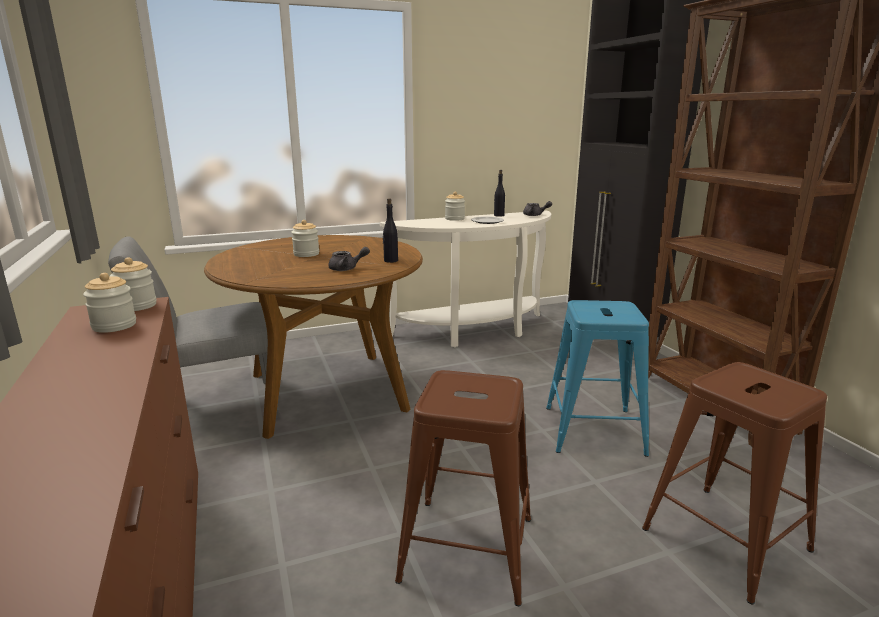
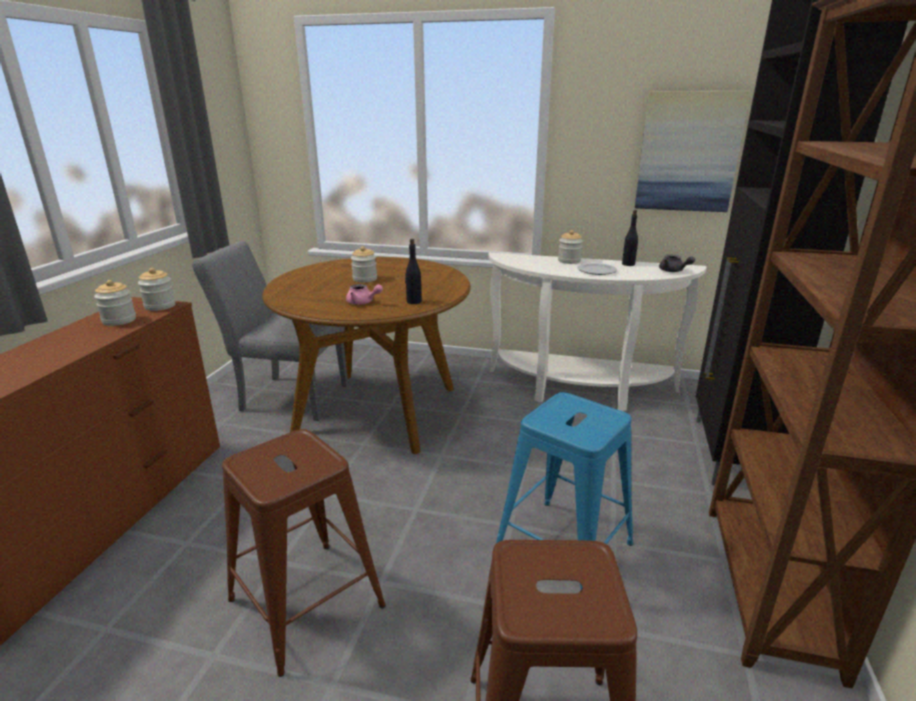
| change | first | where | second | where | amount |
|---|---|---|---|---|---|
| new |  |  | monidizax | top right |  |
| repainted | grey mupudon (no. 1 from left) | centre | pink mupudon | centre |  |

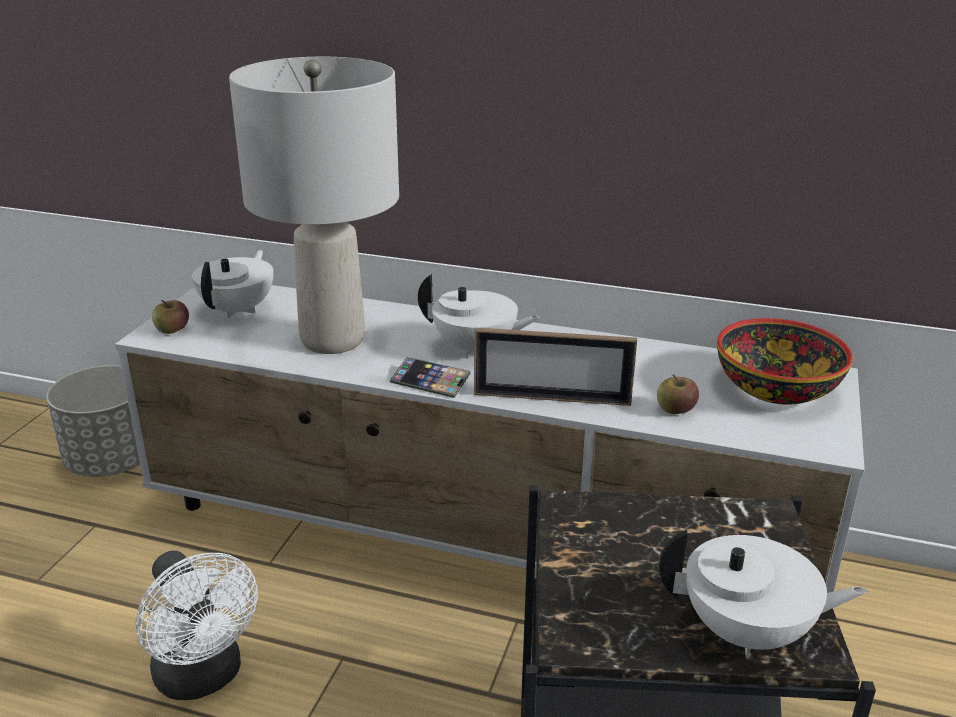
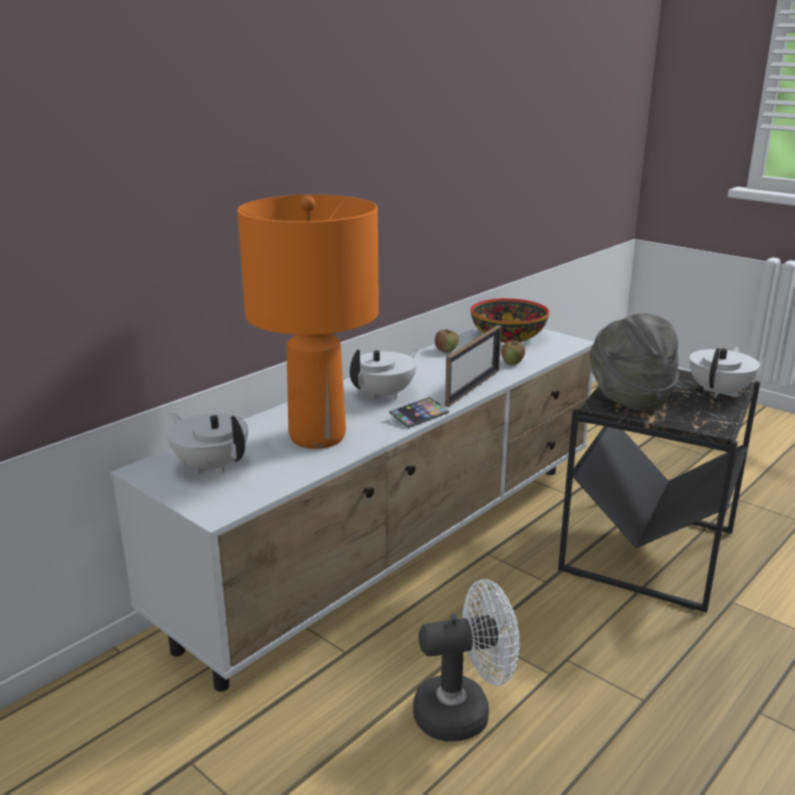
| change | first | where | second | where | amount |
|---|---|---|---|---|---|
| gone | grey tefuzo | middle left |  |  |  |
| new |  |  | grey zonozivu | middle right |  |
| shifted | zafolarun (no. 1 from left) | middle left |  | centre |  |
| repainted | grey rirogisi | top left | orange rirogisi | centre |  |

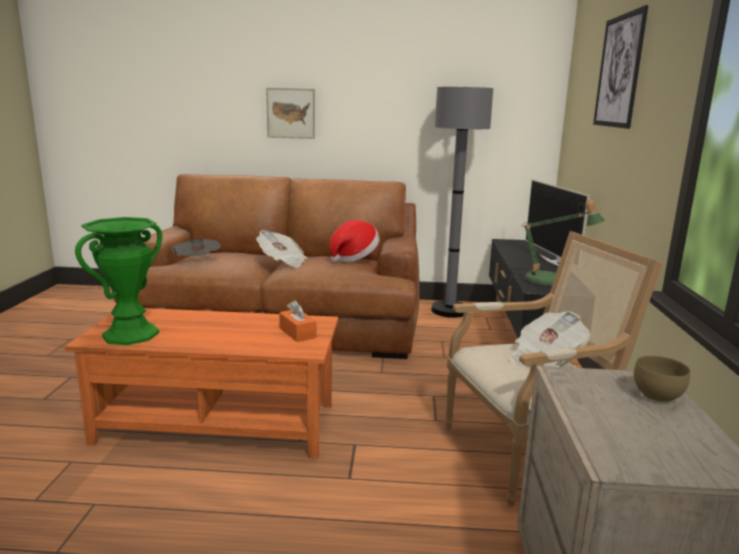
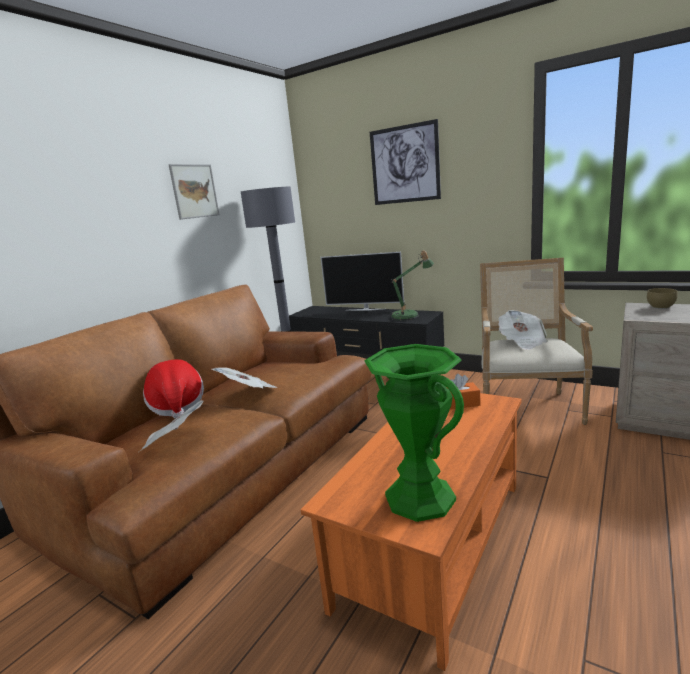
| change | first | where | second | where | amount |
|---|---|---|---|---|---|
| shifted | monidizax (no. 1 from left) | top centre |  | top left |  |
| shifted | zonozivu | centre |  | middle left |  |

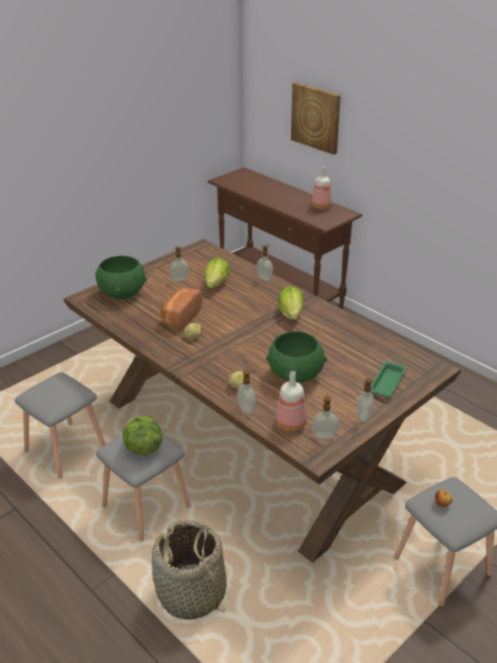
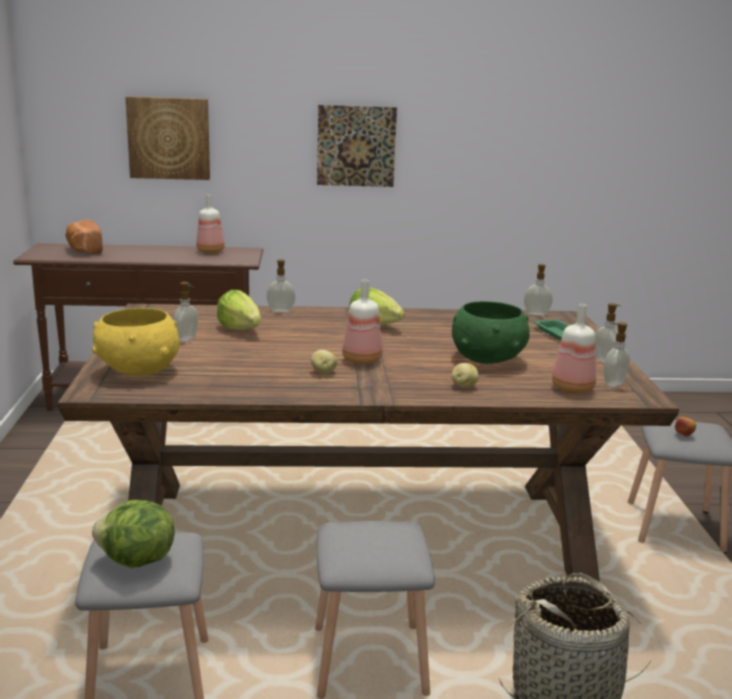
| change | first | where | second | where | amount |
|---|---|---|---|---|---|
| new |  |  | monidizax (no. 2 from left) | top centre |  |
| new |  |  | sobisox (no. 2 from left) | centre |  |
| shifted | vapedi (no. 1 from left) | middle left |  | bottom left |  |
| shifted | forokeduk | centre |  | middle left |  |
| shifted | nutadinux (no. 2 from left in the first image) | centre | nutadinux (no. 3 from left) | middle right |  |
| repainted | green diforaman (no. 1 from left) | middle left | yellow diforaman | middle left |  |

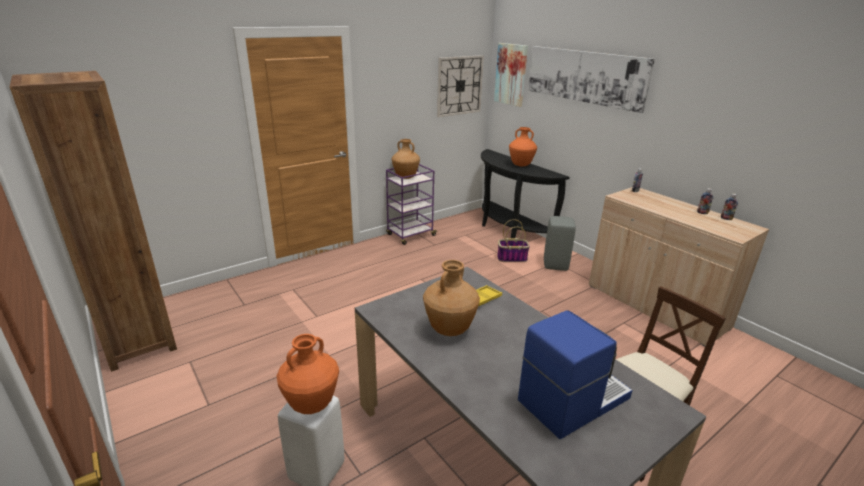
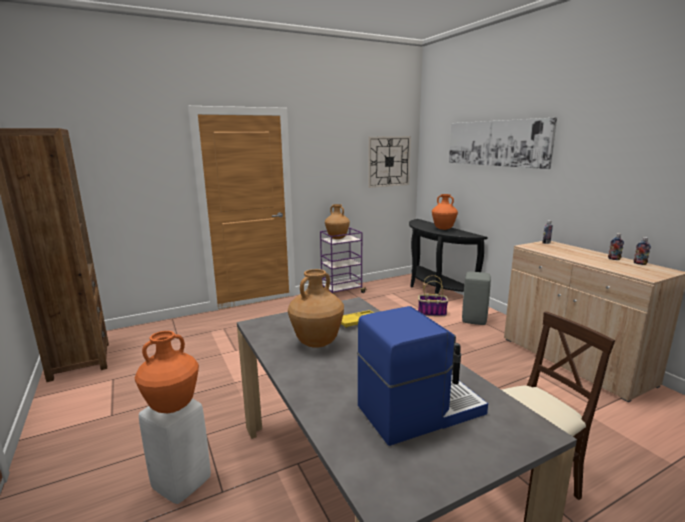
| change | first | where | second | where | amount |
|---|---|---|---|---|---|
| gone | monidizax (no. 1 from left) | top centre |  |  |  |

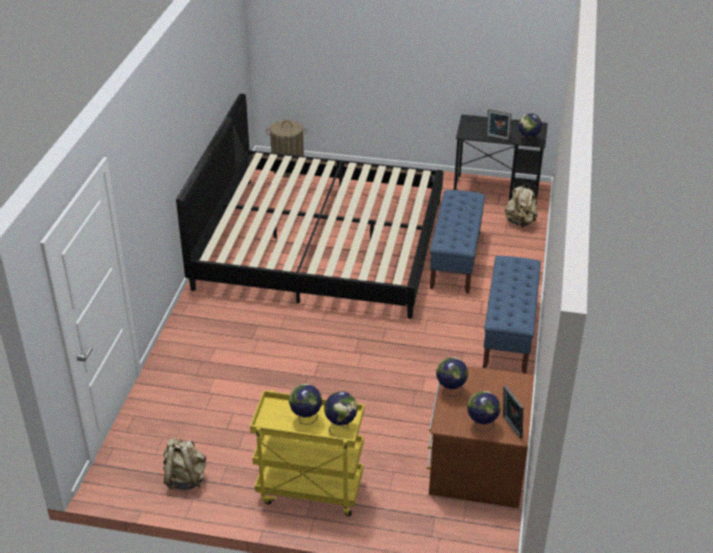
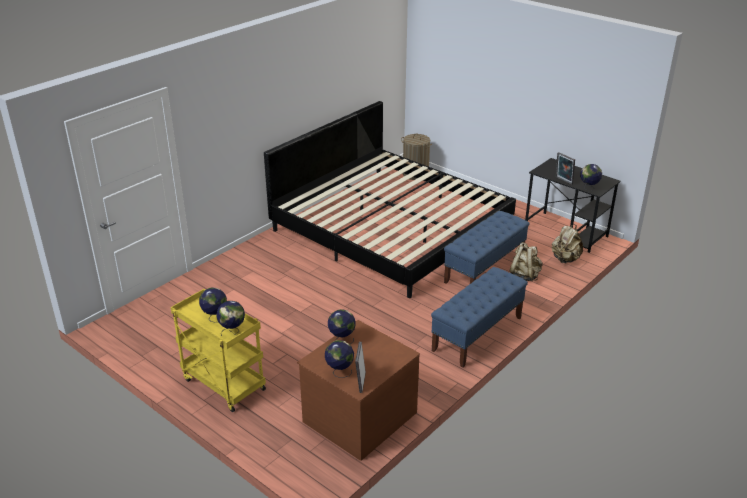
| change | first | where | second | where | amount |
|---|---|---|---|---|---|
| shifted | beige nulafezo (no. 1 from left) | bottom left |  | middle right |  |

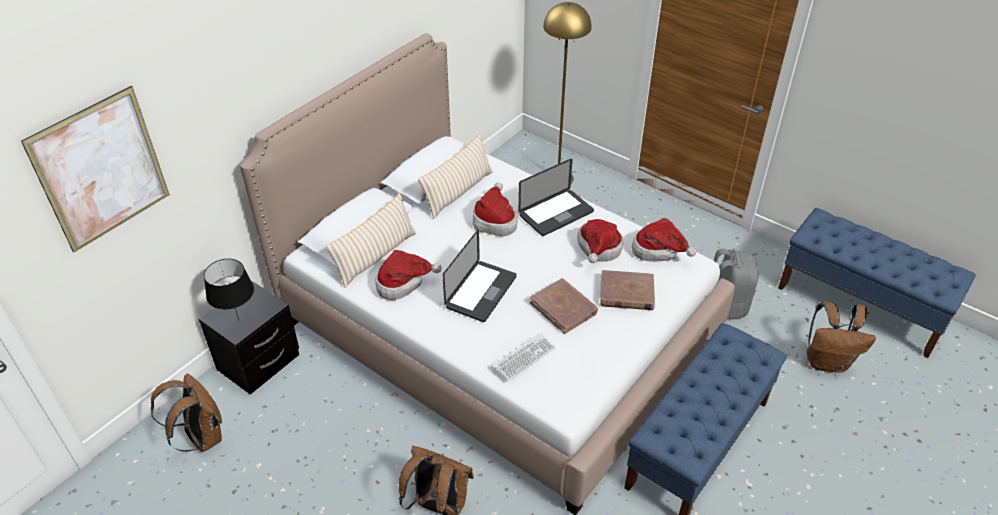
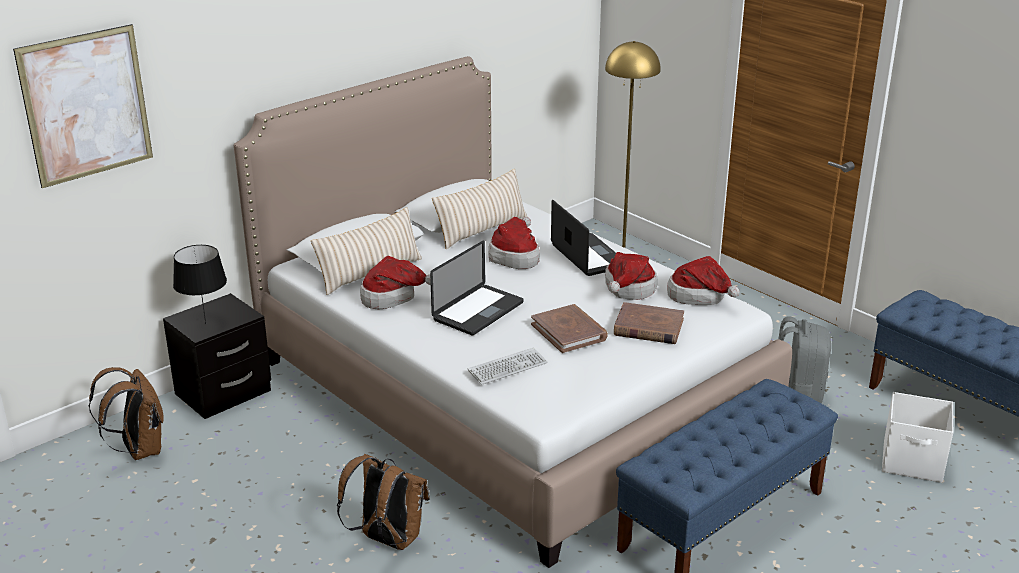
| change | first | where | second | where | amount |
|---|---|---|---|---|---|
| swapped | brown nulafezo (no. 3 from left) | middle right | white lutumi | bottom right |  |
| rotated | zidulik (no. 2 from left) | centre |  | centre | 90 degrees counterclockwise |

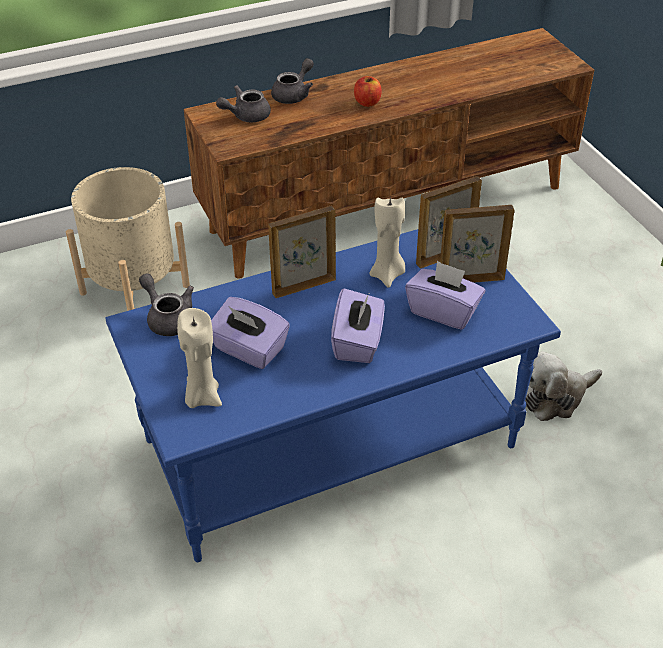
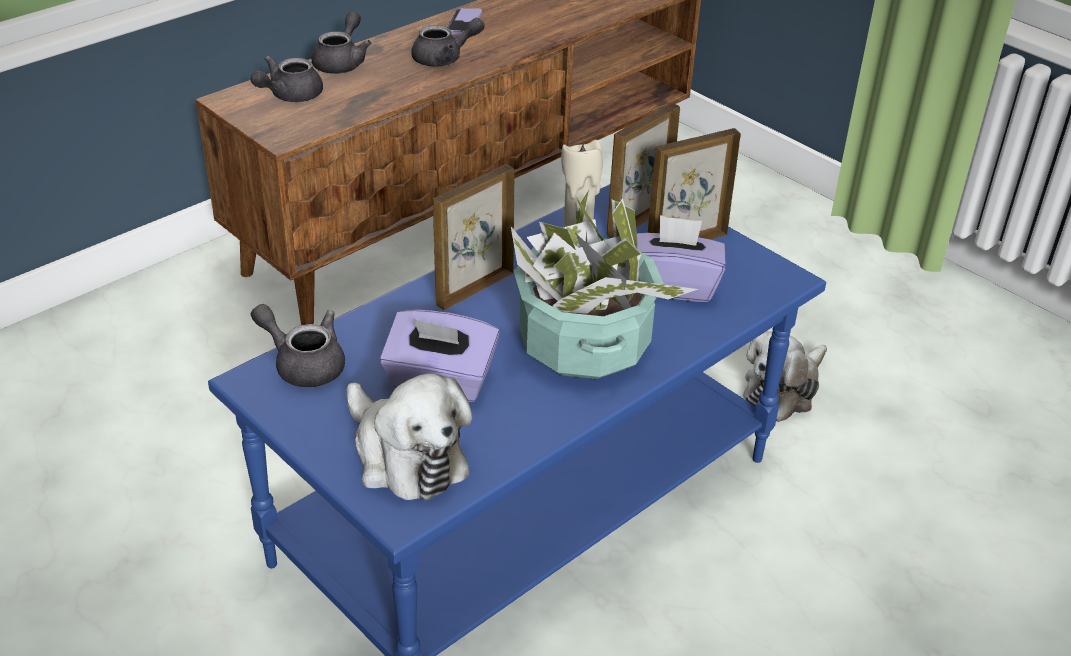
| change | first | where | second | where | amount |
|---|---|---|---|---|---|
| gone | beige tefuzo | middle left |  |  |  |
| new |  |  | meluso | top centre |  |
| swapped | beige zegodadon (no. 1 from left) | middle left | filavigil (no. 1 from left) | centre |  |
| swapped | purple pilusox (no. 2 from left) | centre | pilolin | centre |  |
| swapped | zafolarun | top centre | grey mupudon (no. 4 from left) | top centre |  |

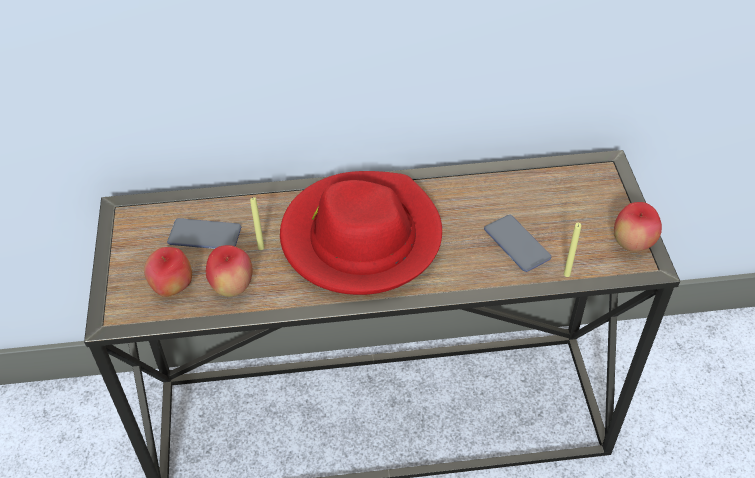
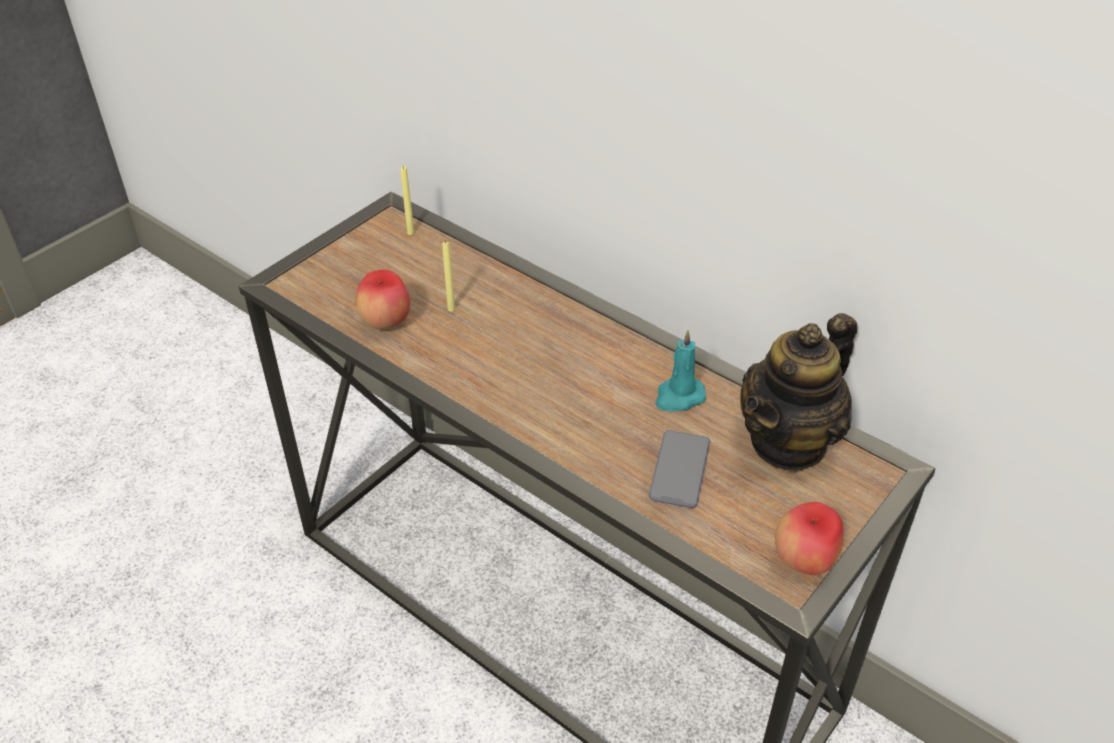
| change | first | where | second | where | amount |
|---|---|---|---|---|---|
| gone | zafolarun (no. 1 from left) | middle left |  |  |  |
| gone | meluso (no. 1 from left) | middle left |  |  |  |
| gone | red zonozivu | centre |  |  |  |
| new |  |  | turquoise zegodadon | centre |  |
| new |  |  | mupudon | middle right |  |
| shifted | yellow zegodadon (no. 2 from left in the first image) | middle right | yellow zegodadon (no. 1 from left) | top centre |  |

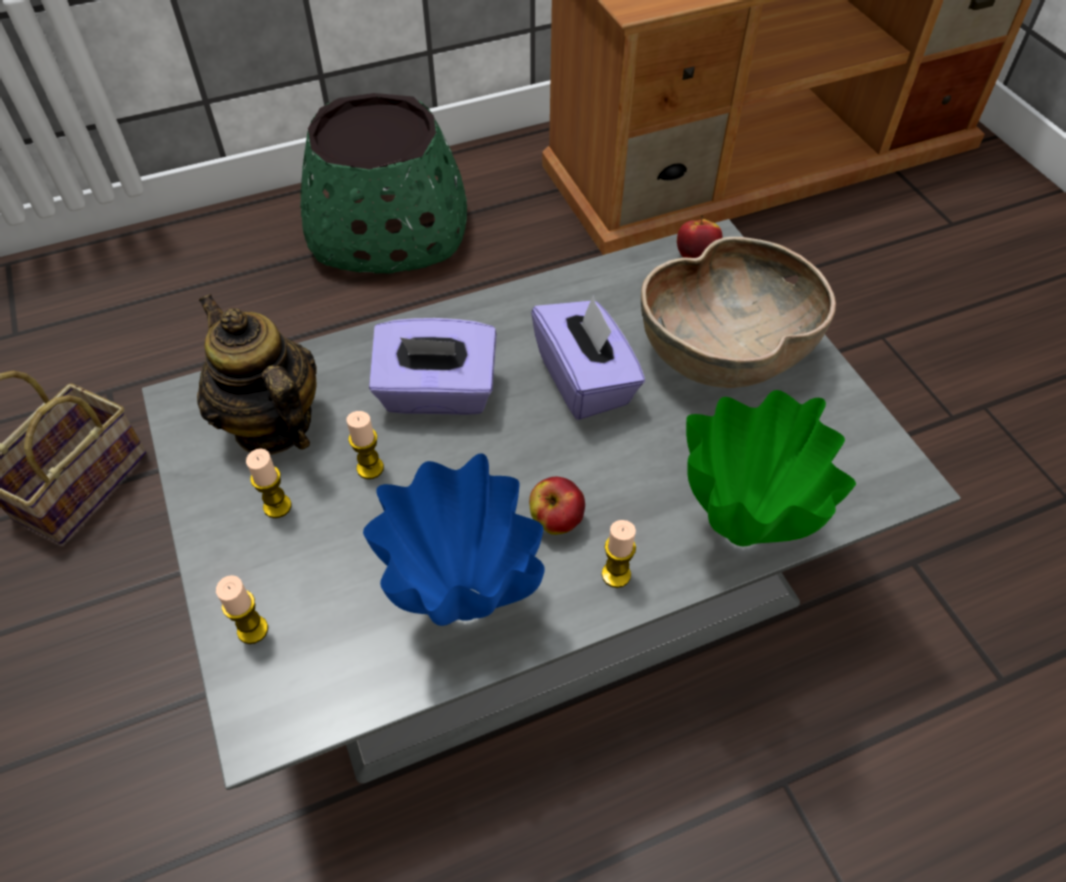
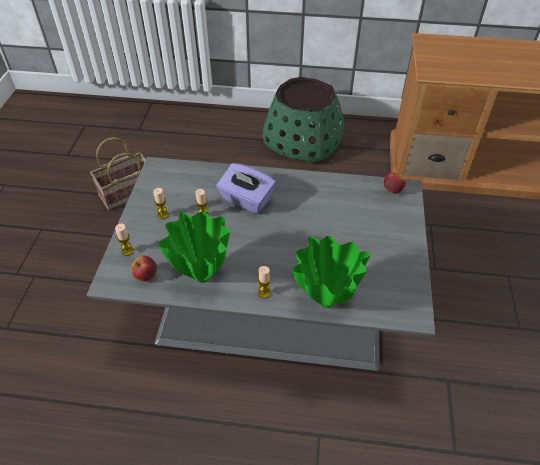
| change | first | where | second | where | amount |
|---|---|---|---|---|---|
| gone | mupudon | middle left |  |  |  |
| gone | purple pilusox (no. 2 from left) | centre |  |  |  |
| gone | brown diforaman | middle right |  |  |  |
| shifted | zafolarun (no. 1 from left) | centre |  | middle left |  |
| repainted | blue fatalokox | centre | green fatalokox (no. 1 from left) | centre |  |

